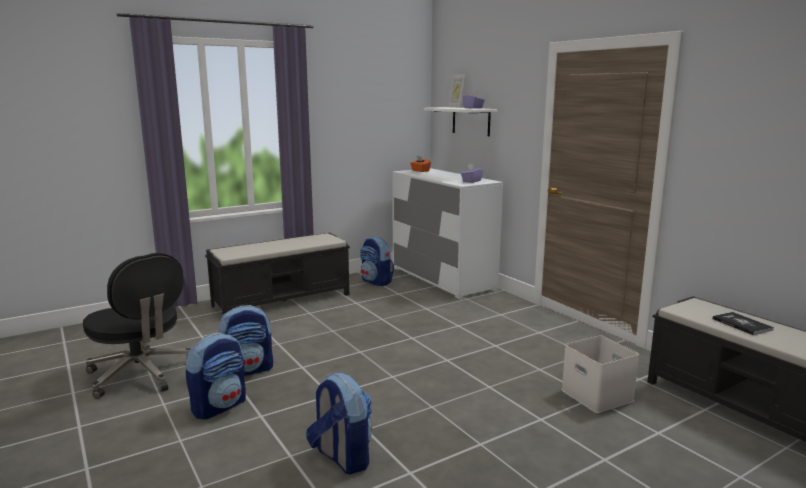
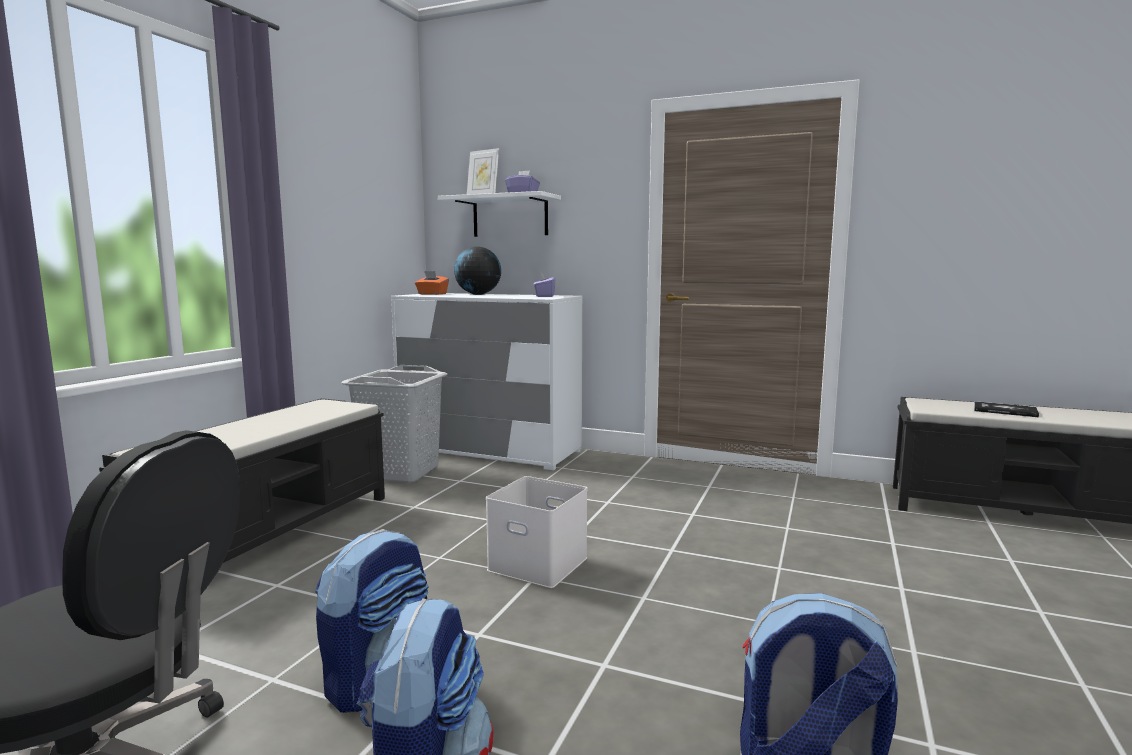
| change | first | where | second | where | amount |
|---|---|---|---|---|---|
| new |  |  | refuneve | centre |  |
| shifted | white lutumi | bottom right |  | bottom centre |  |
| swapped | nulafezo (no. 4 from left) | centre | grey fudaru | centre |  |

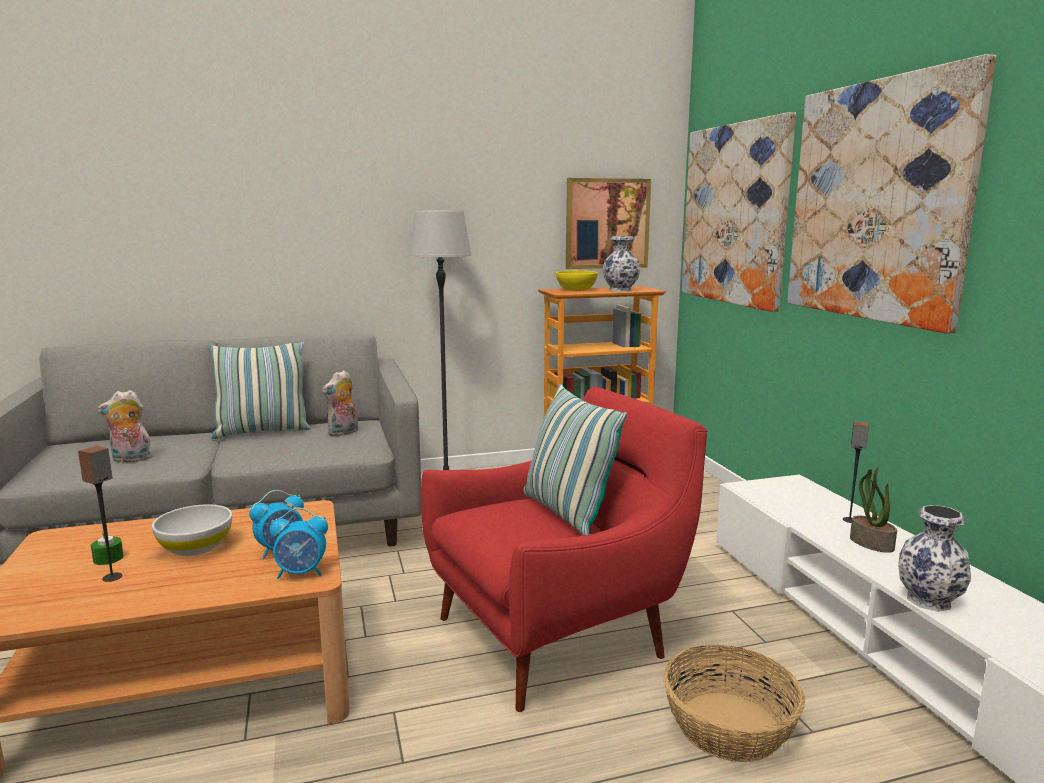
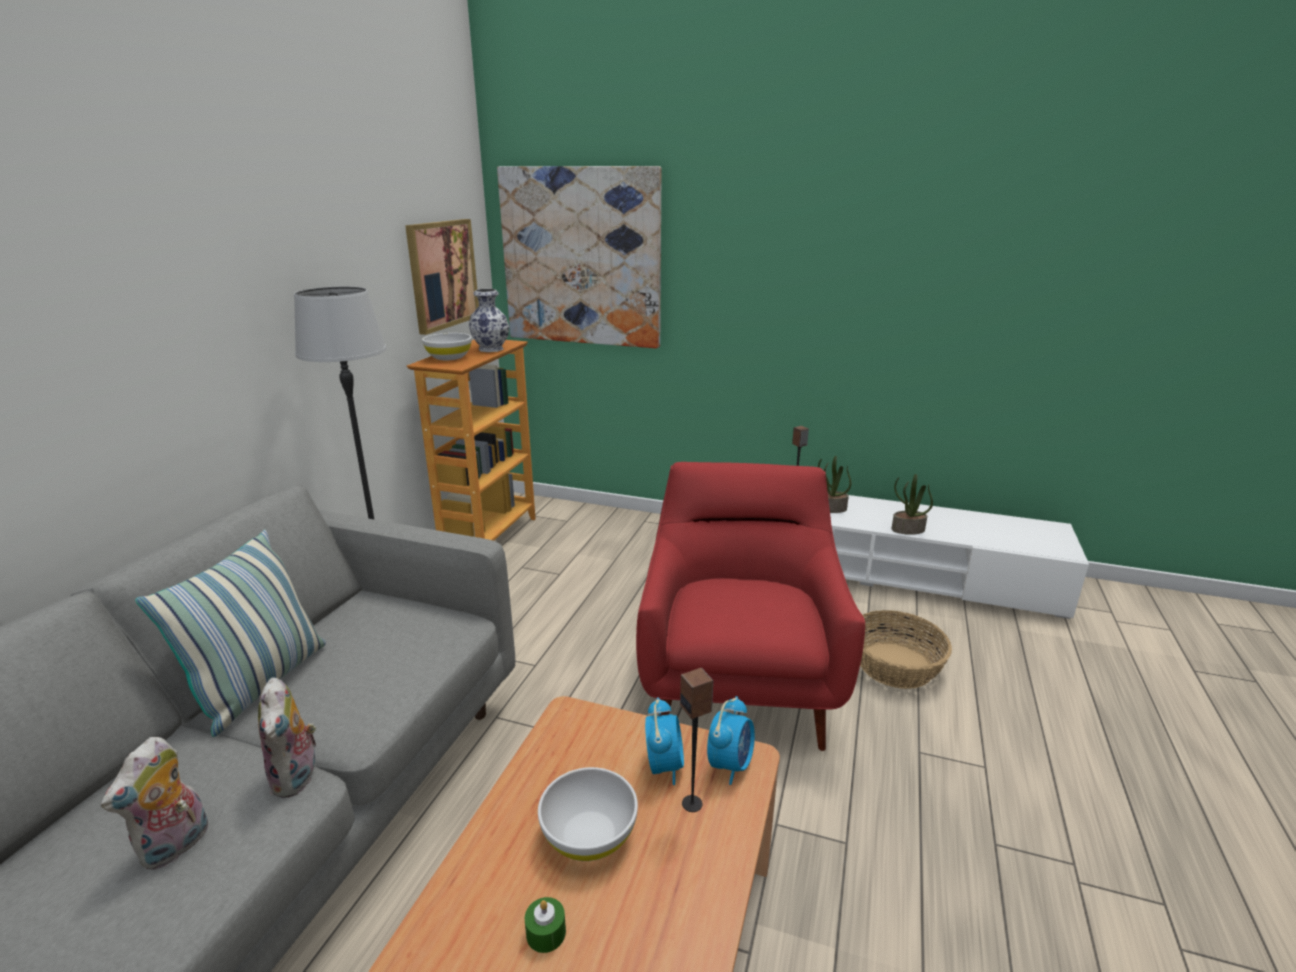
| change | first | where | second | where | amount |
|---|---|---|---|---|---|
| gone | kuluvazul (no. 2 from left) | centre |  |  |  |
| gone | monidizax (no. 3 from left) | top right |  |  |  |
| shifted | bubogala (no. 1 from left) | middle left |  | bottom centre |  |
| shifted | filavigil (no. 2 from left) | middle left |  | bottom left |  |
| swapped | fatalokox (no. 2 from left) | bottom right | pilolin (no. 2 from left) | middle right |  |
| repainted | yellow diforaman | centre | white diforaman (no. 1 from left) | centre |  |

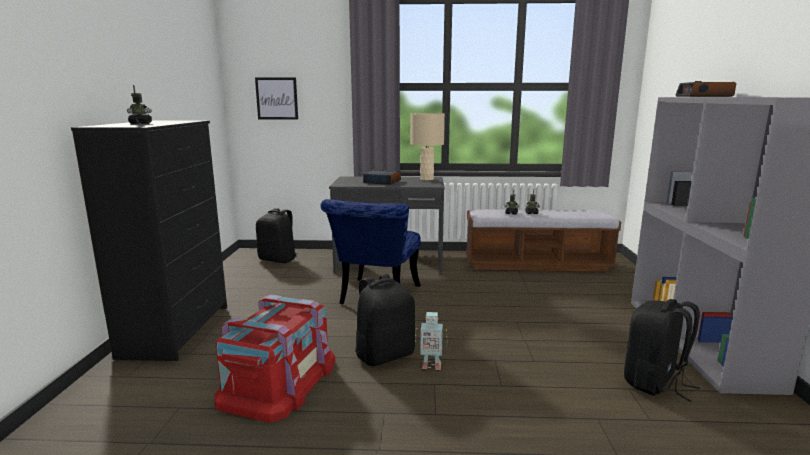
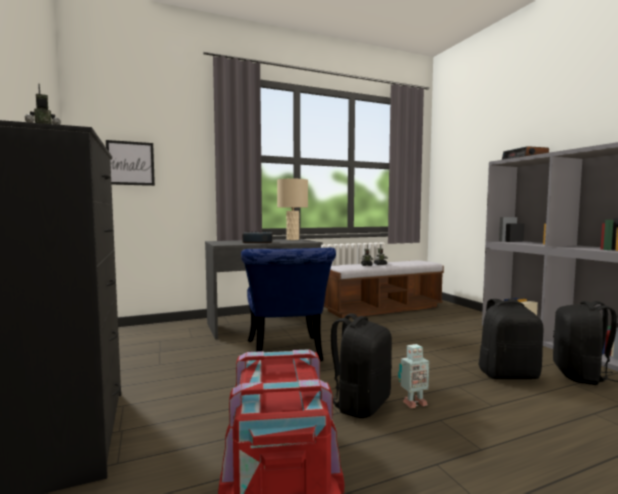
| change | first | where | second | where | amount |
|---|---|---|---|---|---|
| shifted | black nulafezo (no. 1 from left in the first image) | centre | black nulafezo (no. 2 from left) | bottom right |  |

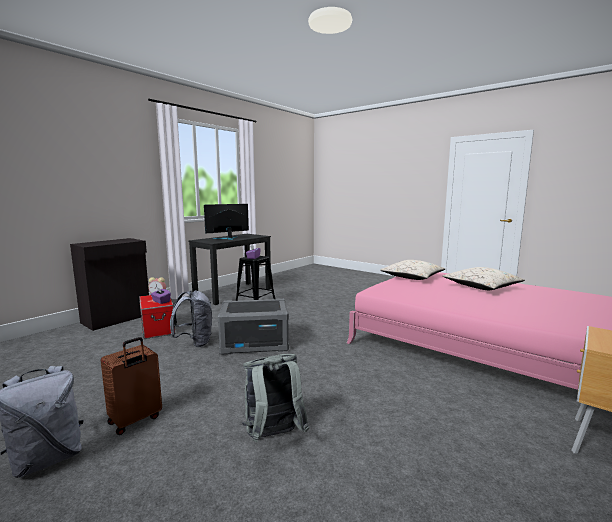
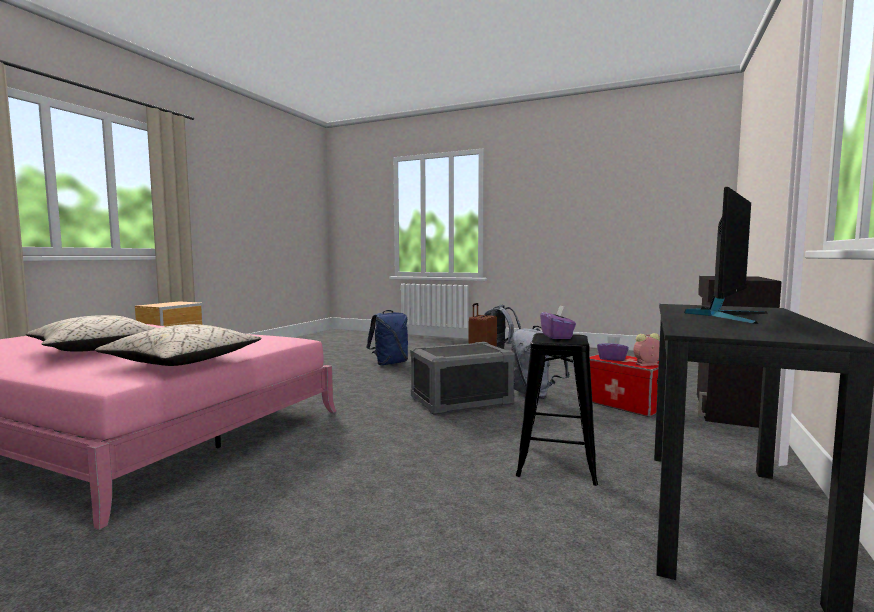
| change | first | where | second | where | amount |
|---|---|---|---|---|---|
| repainted | grey nulafezo (no. 3 from left) | bottom centre | blue nulafezo | centre |  |

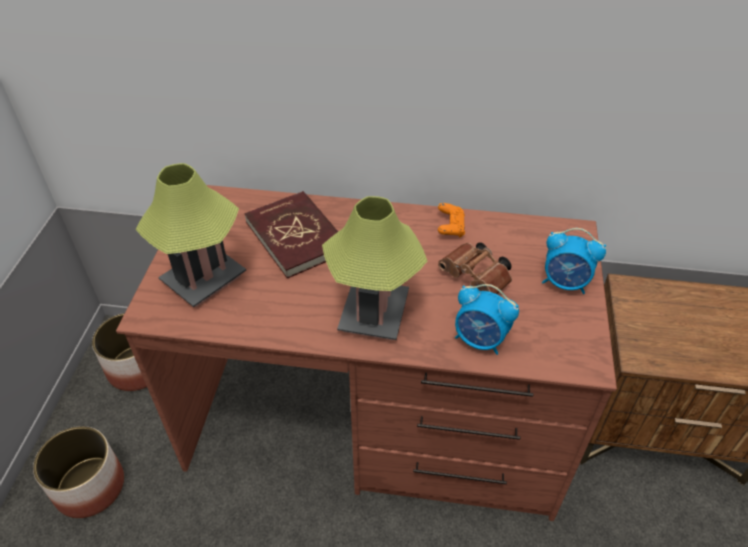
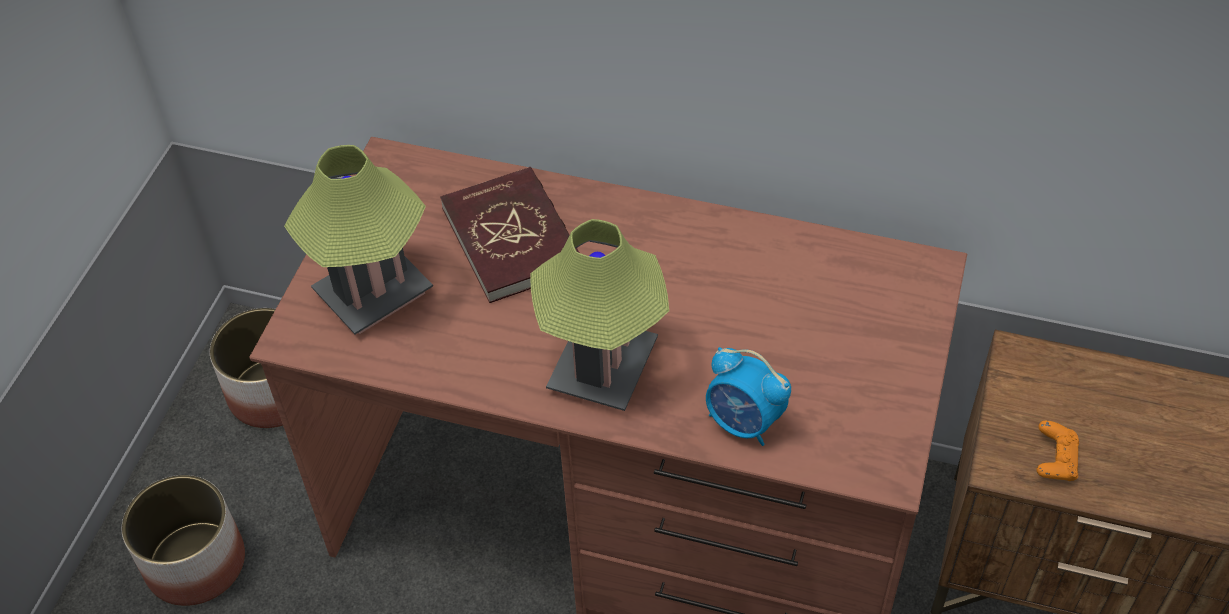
| change | first | where | second | where | amount |
|---|---|---|---|---|---|
| gone | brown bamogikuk | centre |  |  |  |
| gone | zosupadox (no. 2 from left) | middle right |  |  |  |
| shifted | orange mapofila | centre |  | bottom right |  |

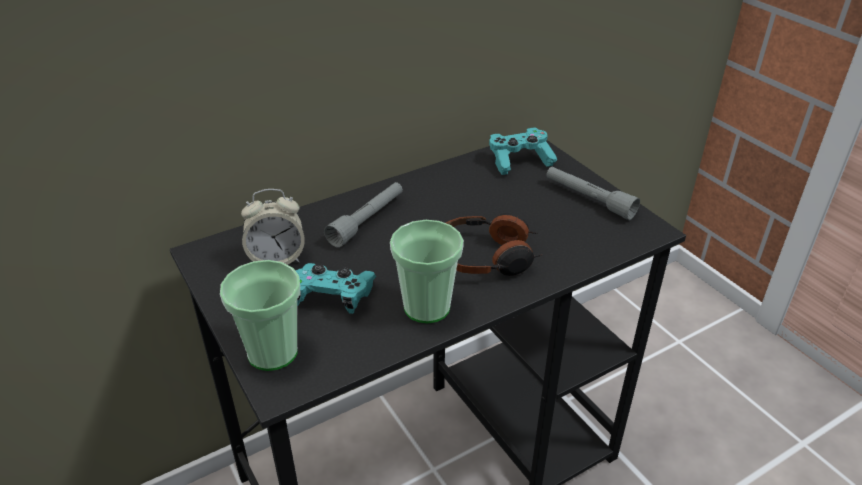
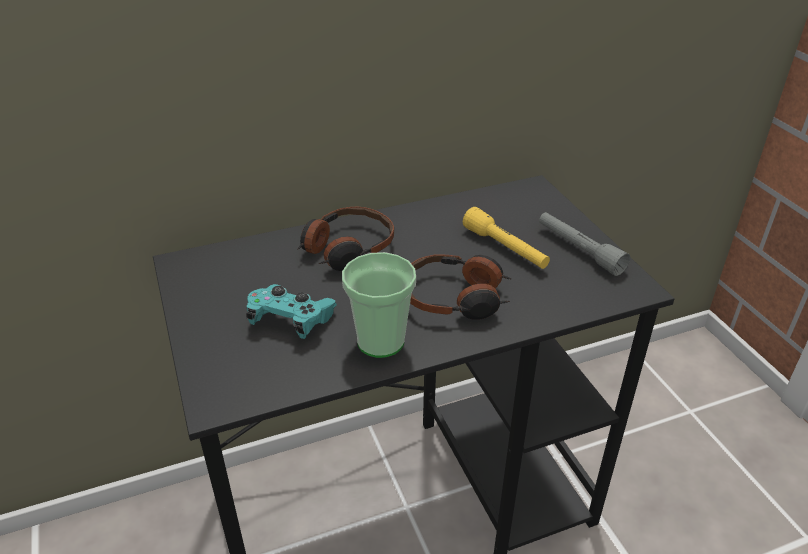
| change | first | where | second | where | amount |
|---|---|---|---|---|---|
| gone | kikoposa (no. 1 from left) | middle left |  |  |  |
| gone | zosupadox | middle left |  |  |  |
| gone | turquoise mapofila (no. 2 from left) | top centre |  |  |  |
| new |  |  | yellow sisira | centre |  |
| swapped | grey sisira (no. 1 from left) | centre | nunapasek (no. 1 from left) | centre |  |

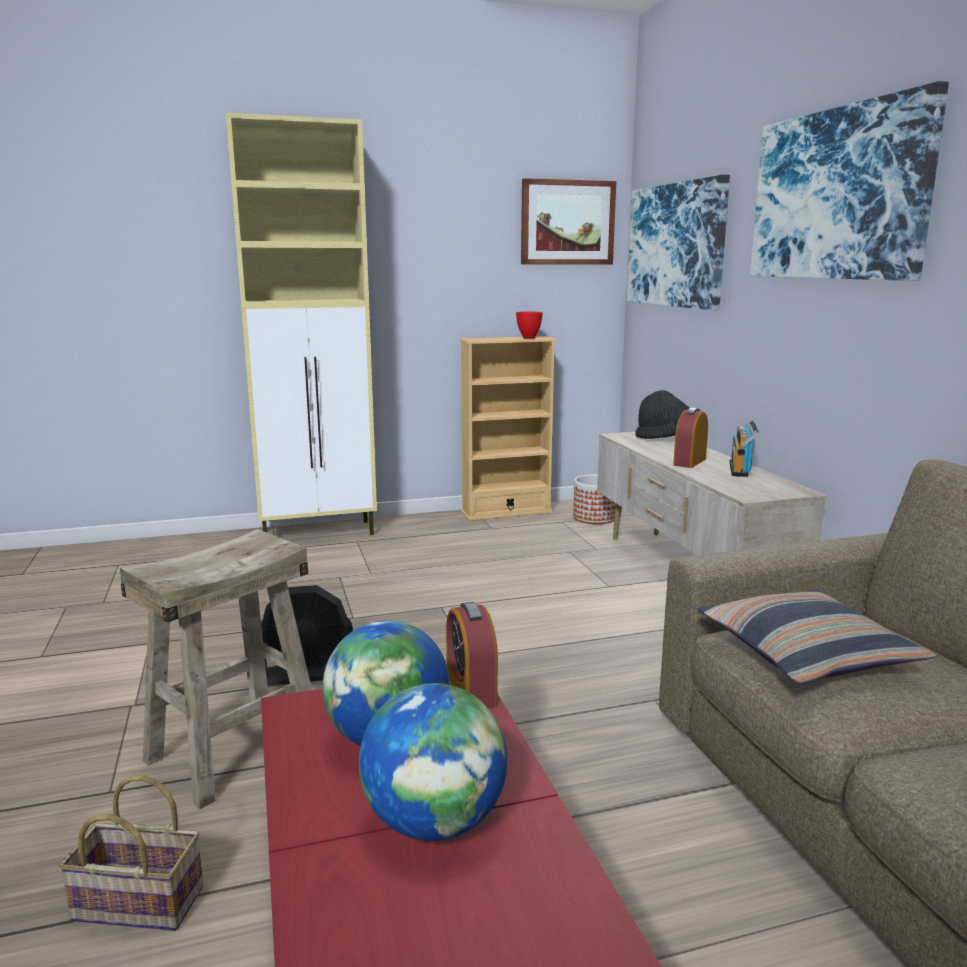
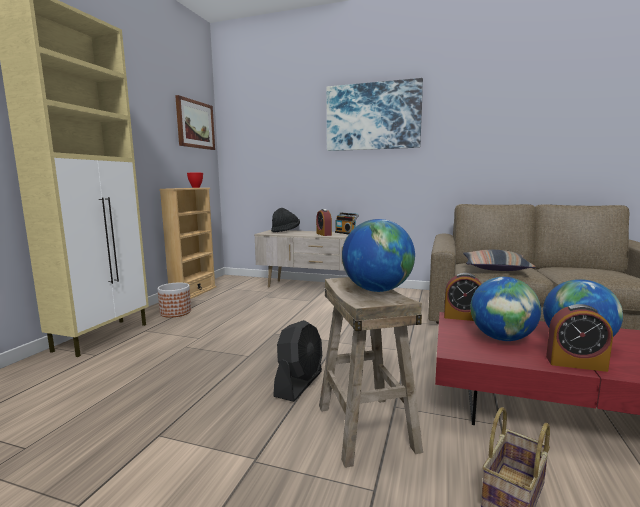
| change | first | where | second | where | amount |
|---|---|---|---|---|---|
| gone | monidizax (no. 2 from left) | top right |  |  |  |
| new |  |  | refuneve (no. 1 from left) | centre |  |
| new |  |  | zosupadox (no. 3 from left) | bottom right |  |
| shifted | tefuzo | centre |  | middle left |  |

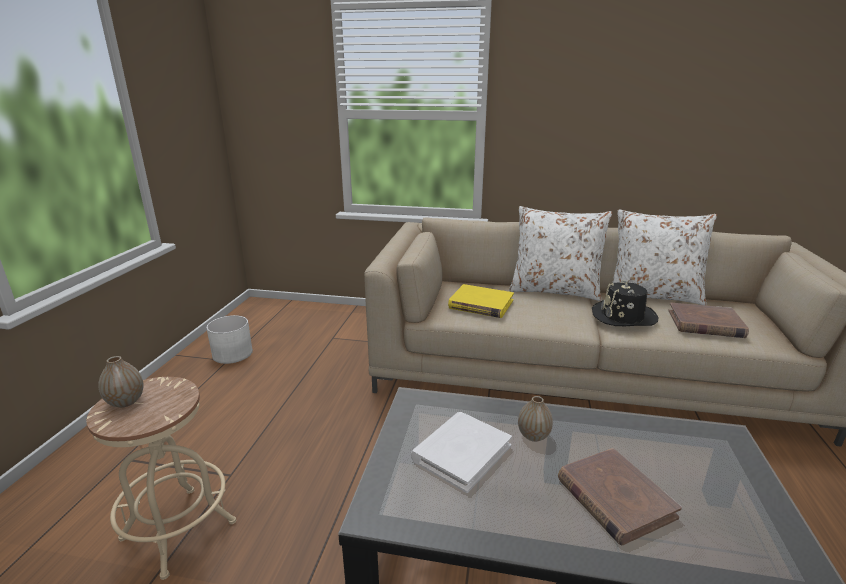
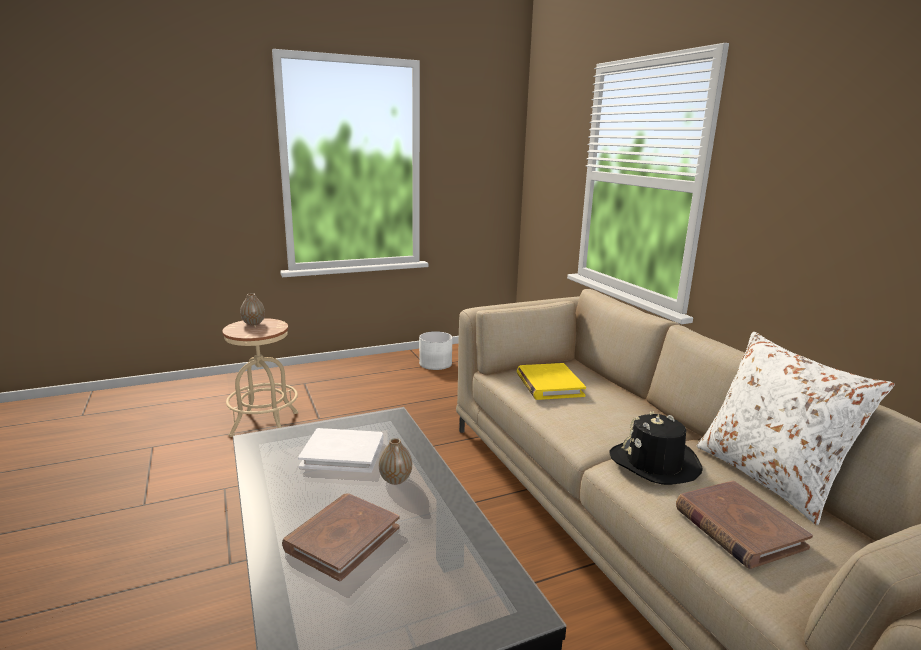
| change | first | where | second | where | amount |
|---|---|---|---|---|---|
| gone | white kuluvazul (no. 1 from left) | centre |  |  |  |

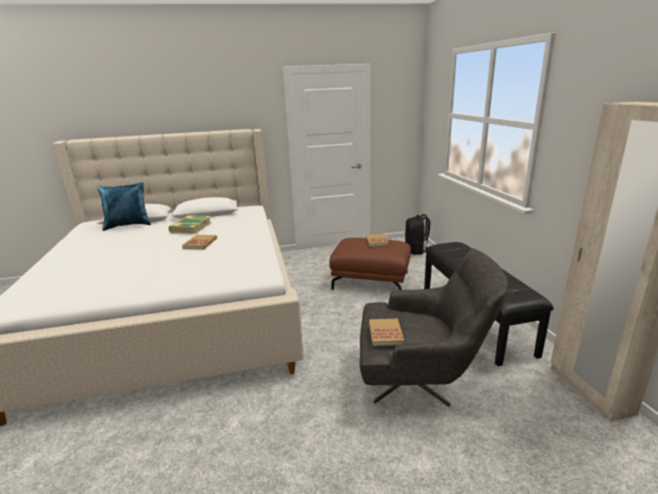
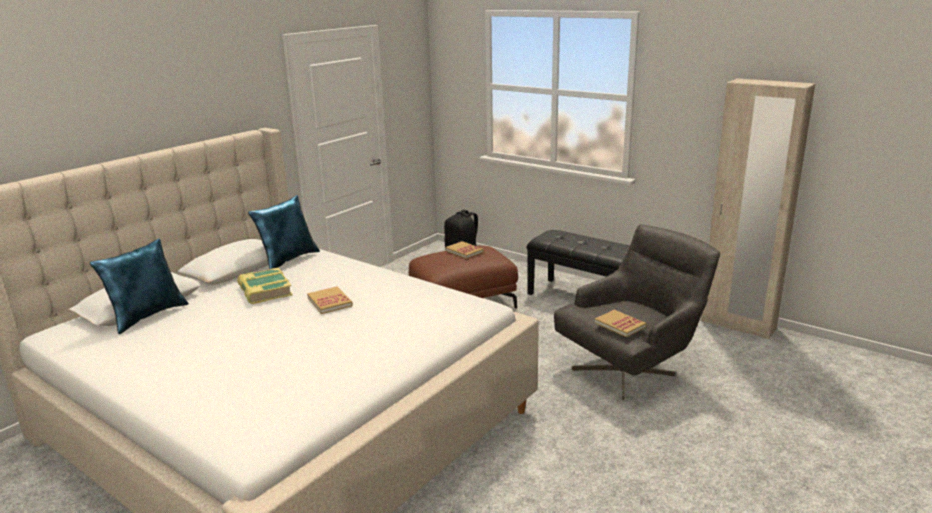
| change | first | where | second | where | amount |
|---|---|---|---|---|---|
| new |  |  | blue kuluvazul (no. 2 from left) | middle left |  |

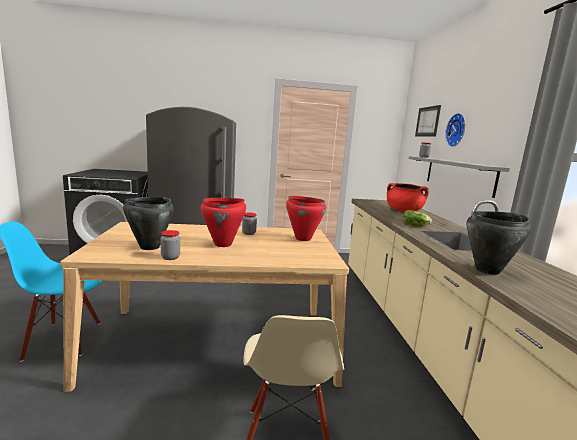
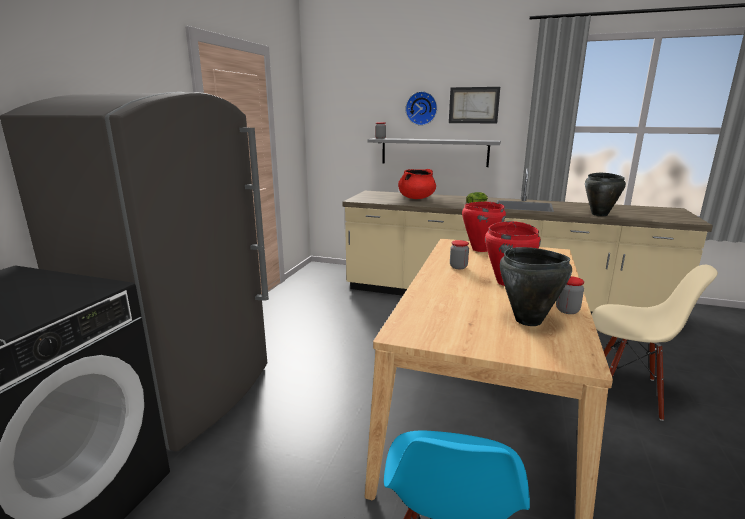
| change | first | where | second | where | amount |
|---|---|---|---|---|---|
| shifted | monidizax | top right |  | top centre |  |

